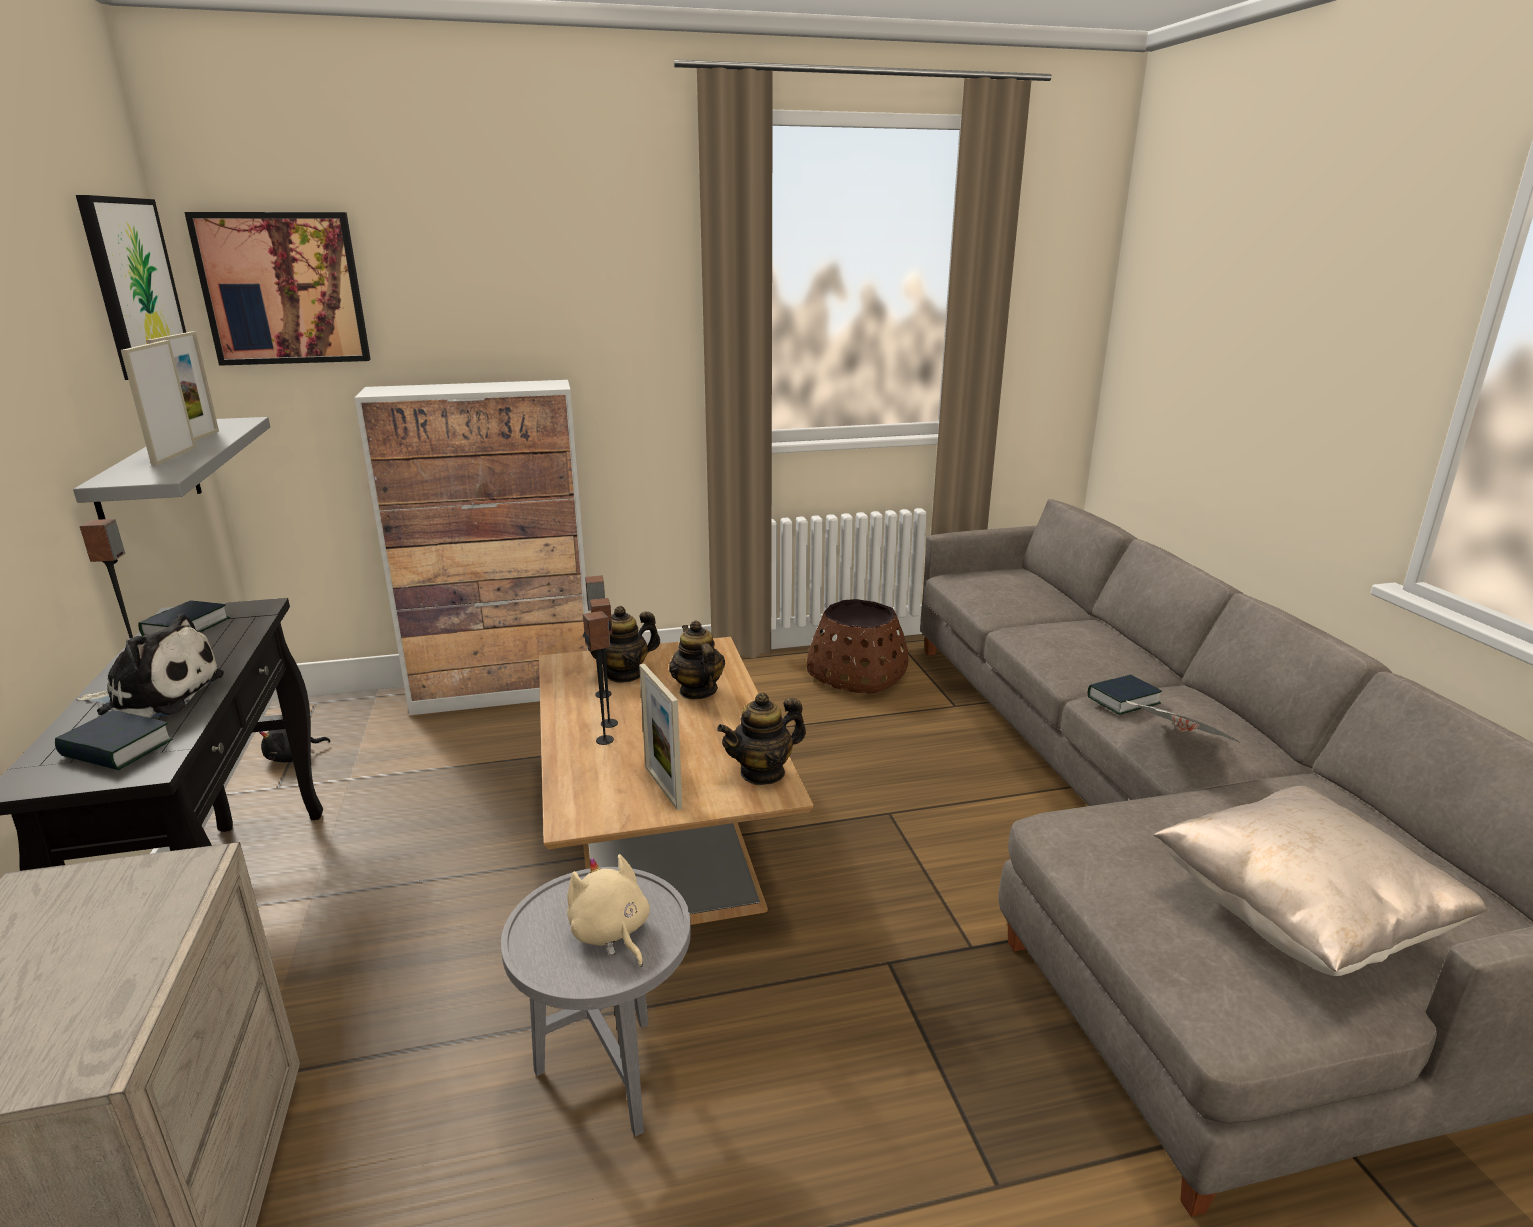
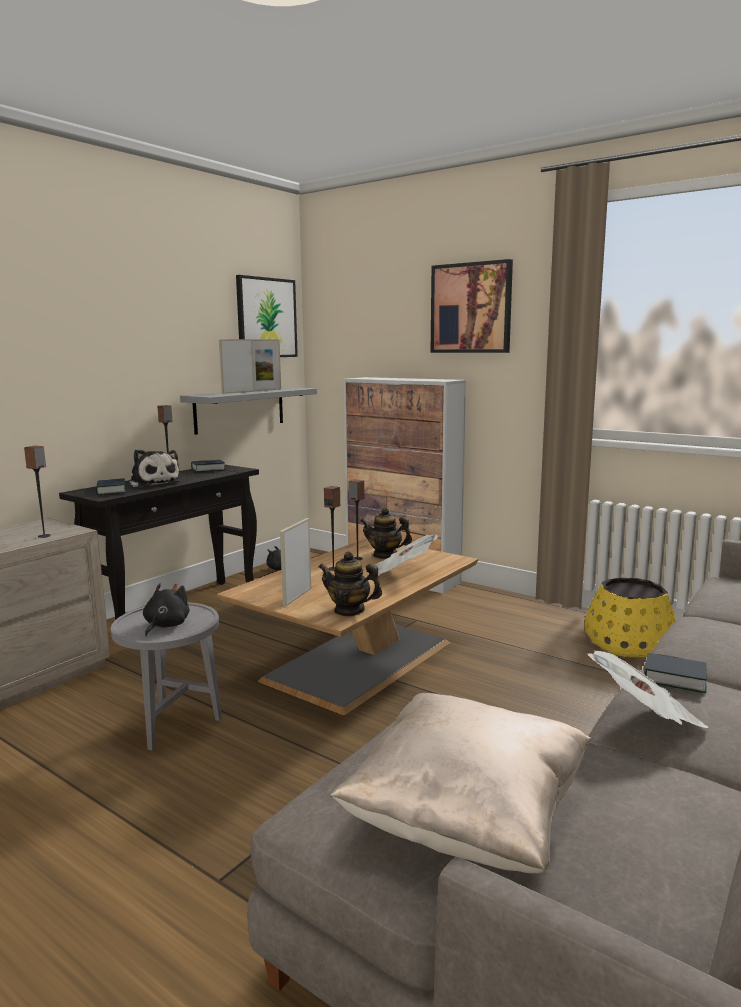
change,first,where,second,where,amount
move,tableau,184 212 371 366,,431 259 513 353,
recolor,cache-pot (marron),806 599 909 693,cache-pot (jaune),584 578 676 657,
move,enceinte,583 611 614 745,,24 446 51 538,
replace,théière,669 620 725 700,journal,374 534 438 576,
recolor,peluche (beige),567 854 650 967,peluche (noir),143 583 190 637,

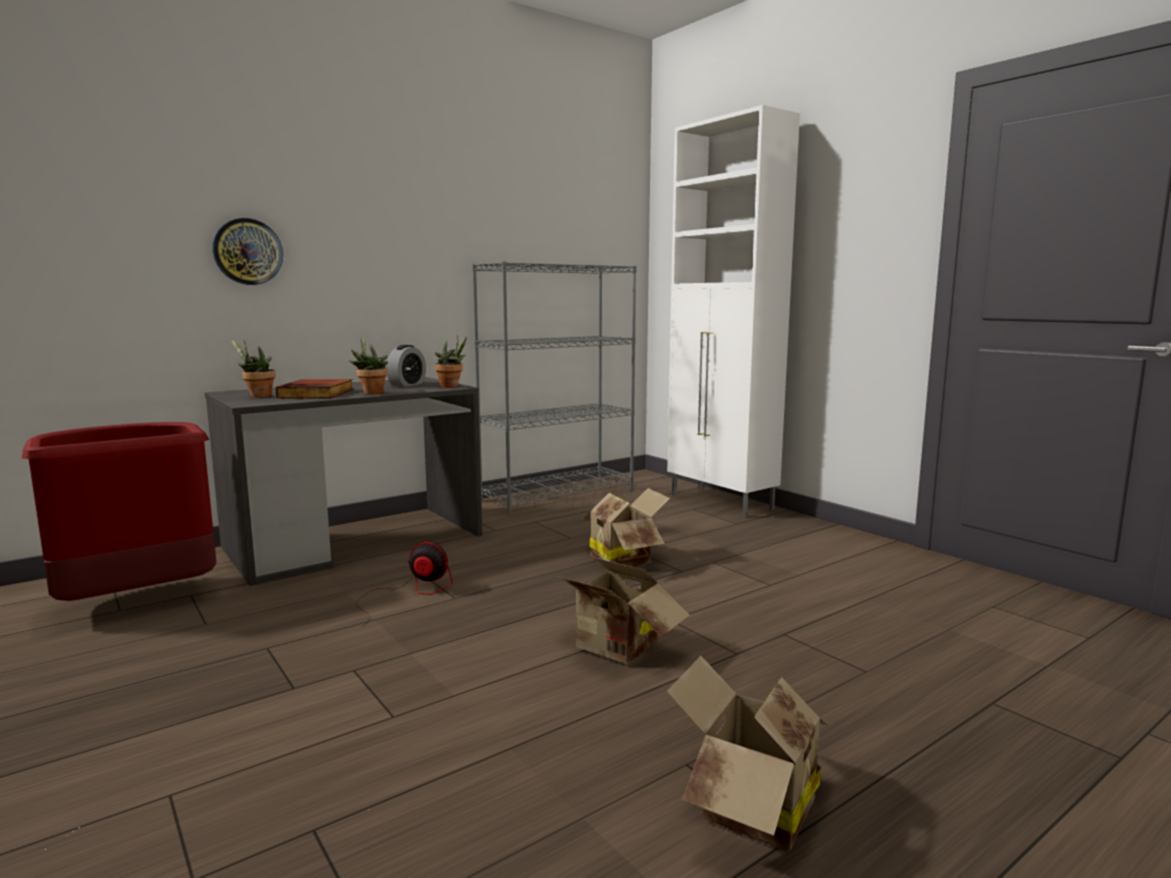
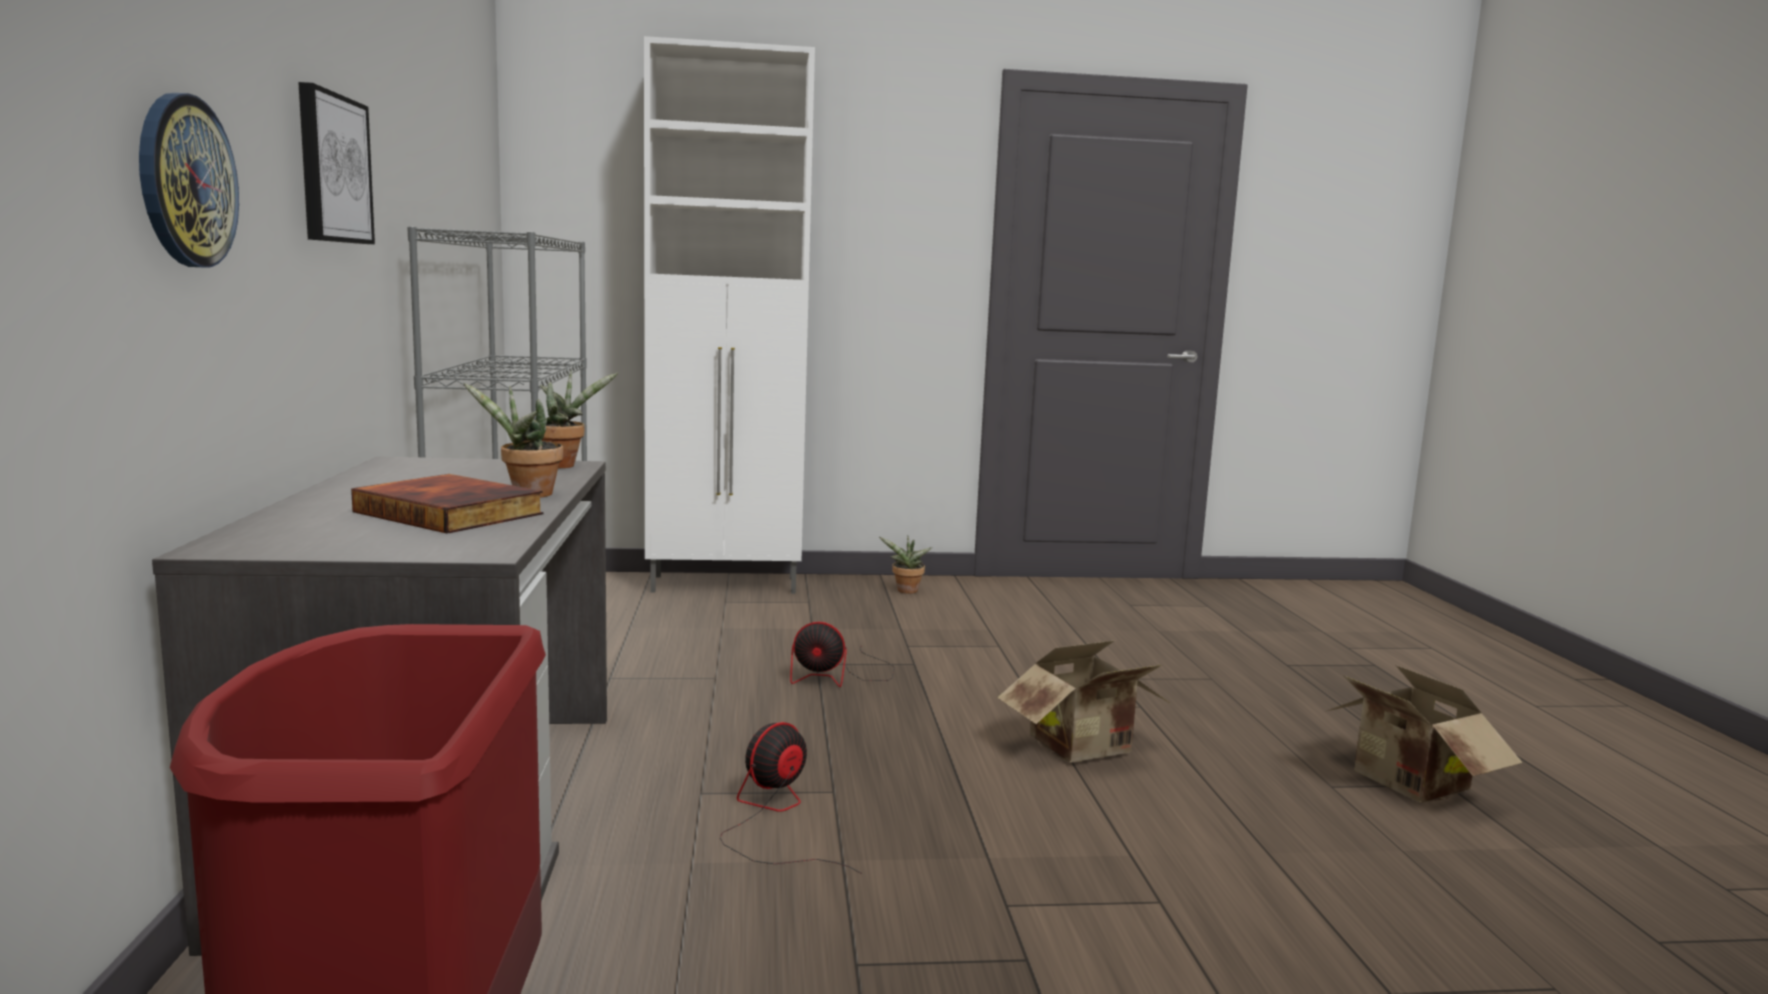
change,first,where,second,where,amount
move,plante en pot,231 339 276 397,,879 536 932 594,
delete,réveil,386 345 426 387,,,
replace,carton,580 488 670 567,ventilateur,790 622 895 687,
insert,,,tableau,298 82 375 244,

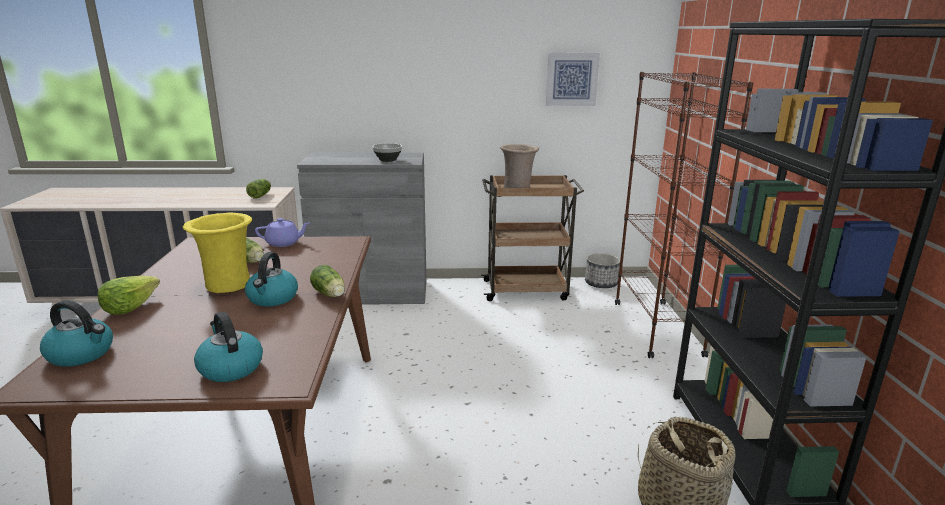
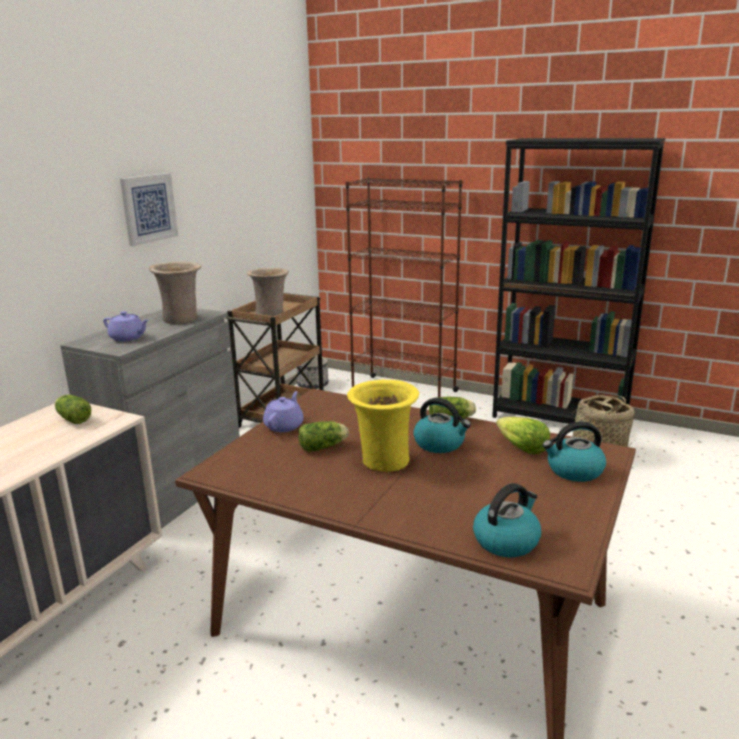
change,first,where,second,where,amount
move,tableau,545 52 600 106,,120 173 178 246,
replace,bol,372 143 402 162,vase (beige),149 261 202 324,
move,laitue,98 276 160 315,,496 417 550 454,
insert,,,théière (violet),103 311 149 342,

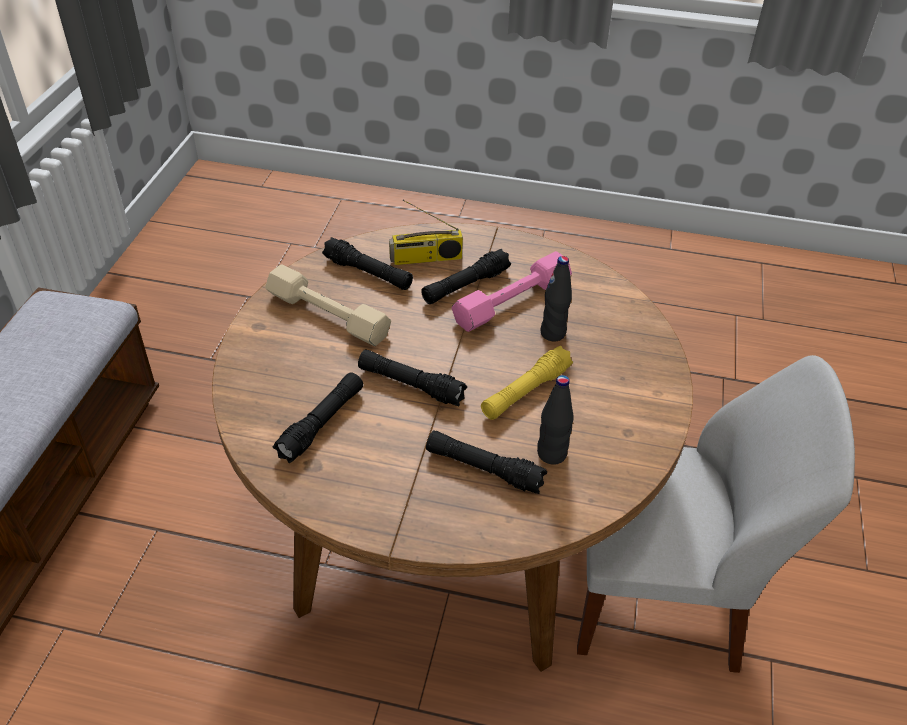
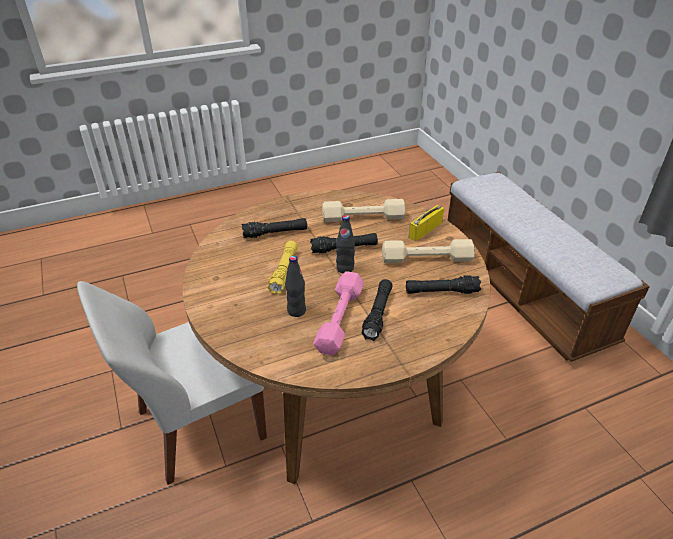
change,first,where,second,where,amount
move,radio,389 199 463 265,,408 186 444 242,
replace,lampe de poche (noir),273 372 363 463,haltère (beige),322 199 405 222,
move,bouteille (noir),537 375 574 465,,336 215 355 273,

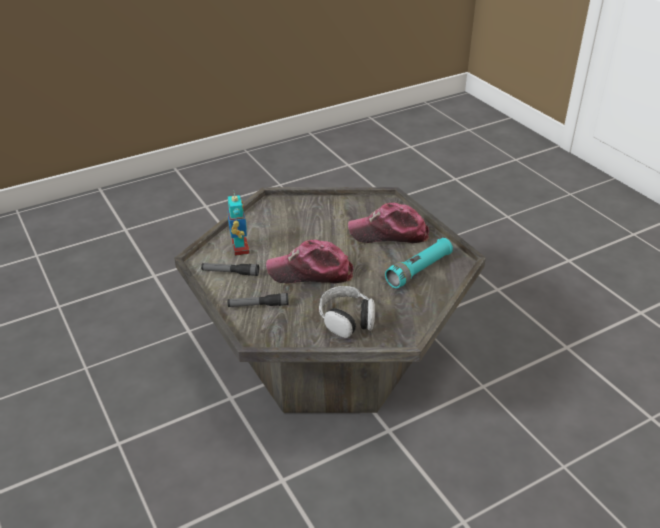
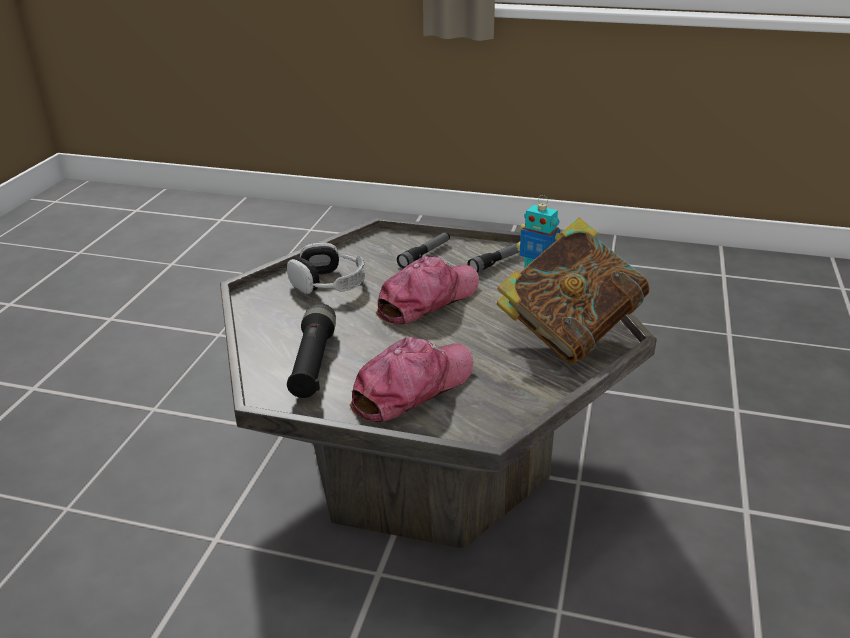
change,first,where,second,where,amount
recolor,lampe de poche (turquoise),385 238 453 288,lampe de poche (noir),287 303 336 398,
insert,,,livre,497 217 649 364,

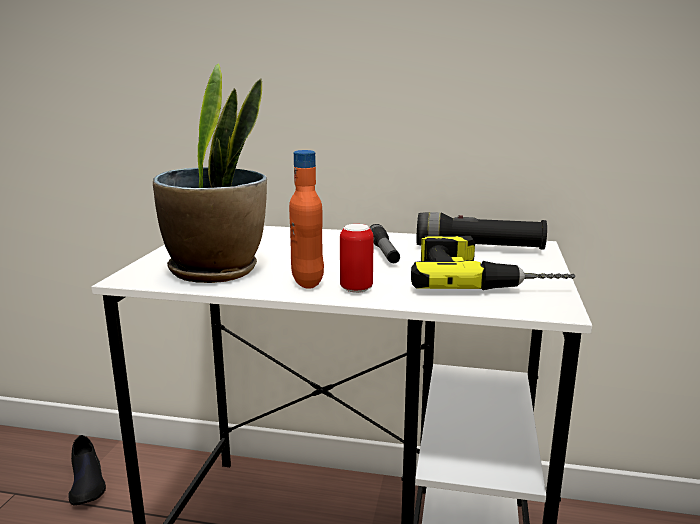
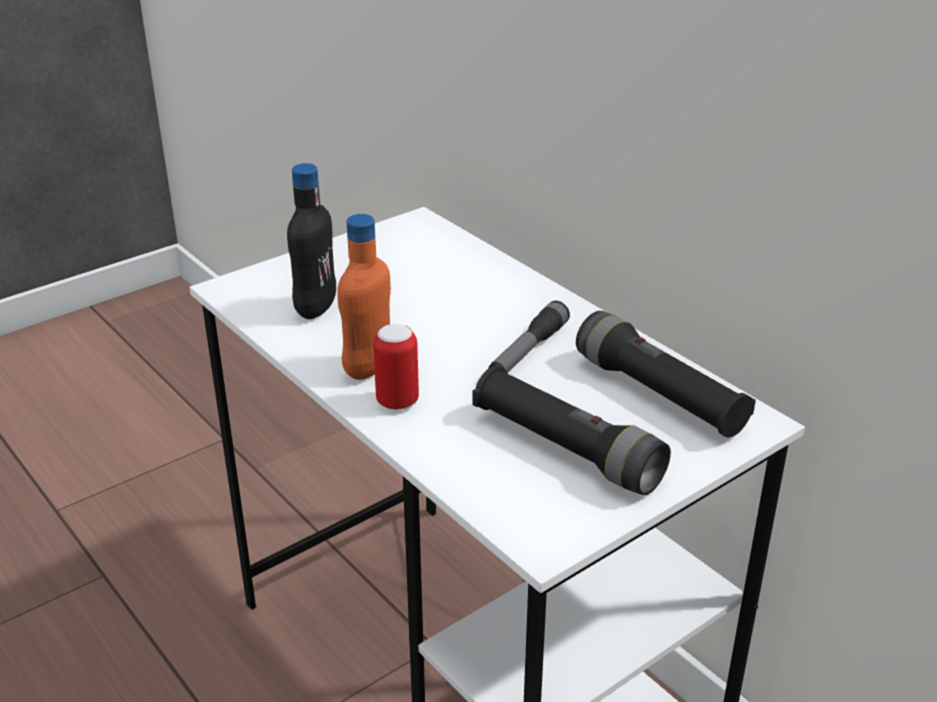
change,first,where,second,where,amount
replace,plante en pot,153 63 267 283,bouteille (noir),287 163 336 319,
replace,perceuse,411 236 576 290,lampe de poche (noir),472 366 671 495,
delete,chaussure (noir),68 435 106 505,,,

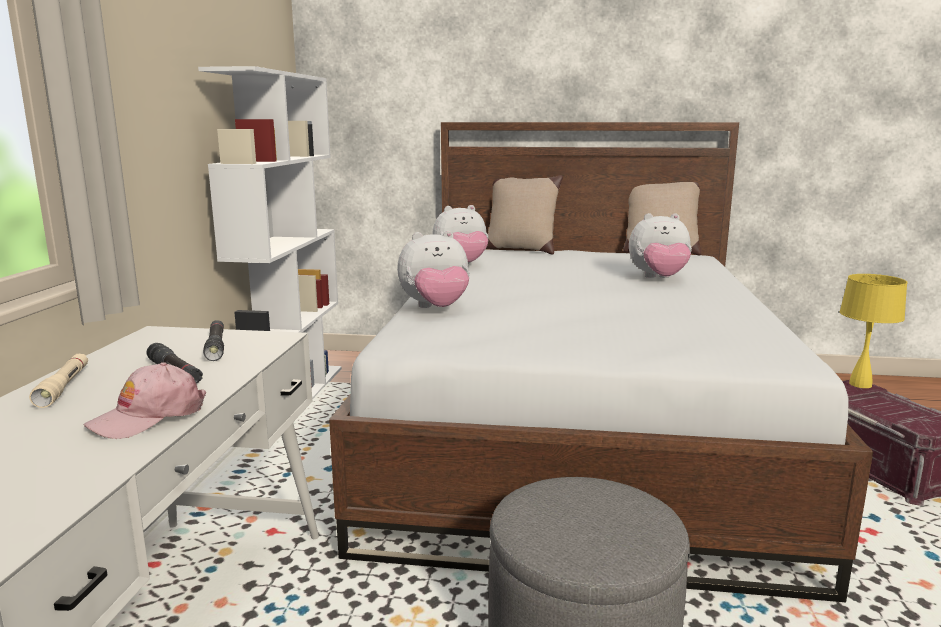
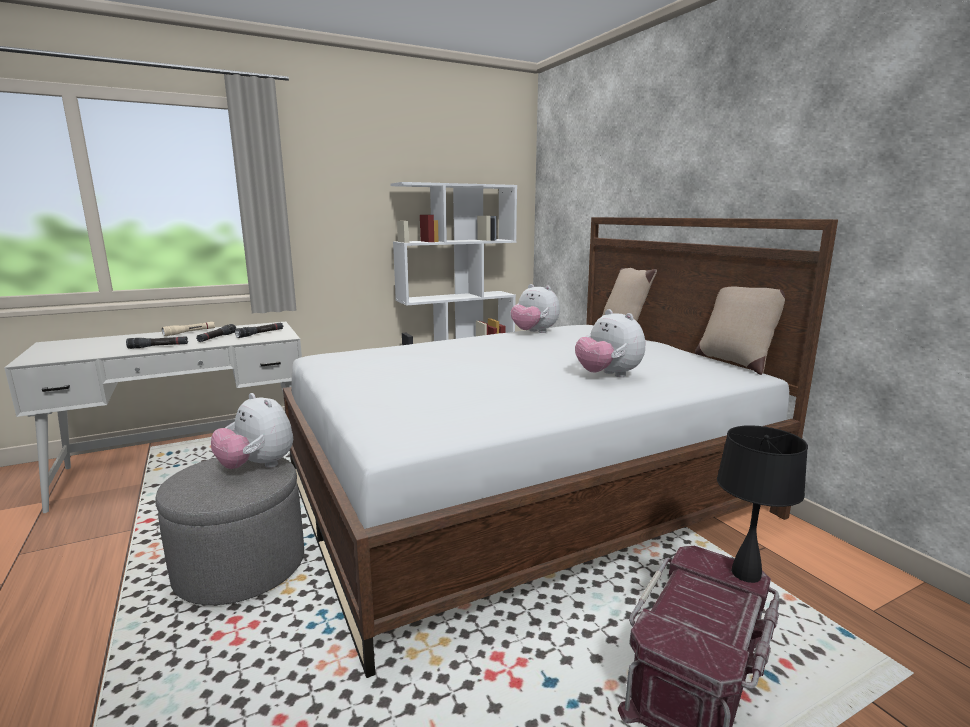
change,first,where,second,where,amount
move,peluche,397 231 470 308,,211 393 293 469,
recolor,lampe de table (jaune),840 274 907 388,lampe de table (noir),717 425 808 583,
replace,casquette (rose),84 362 206 439,lampe de poche (noir),126 336 188 349,

